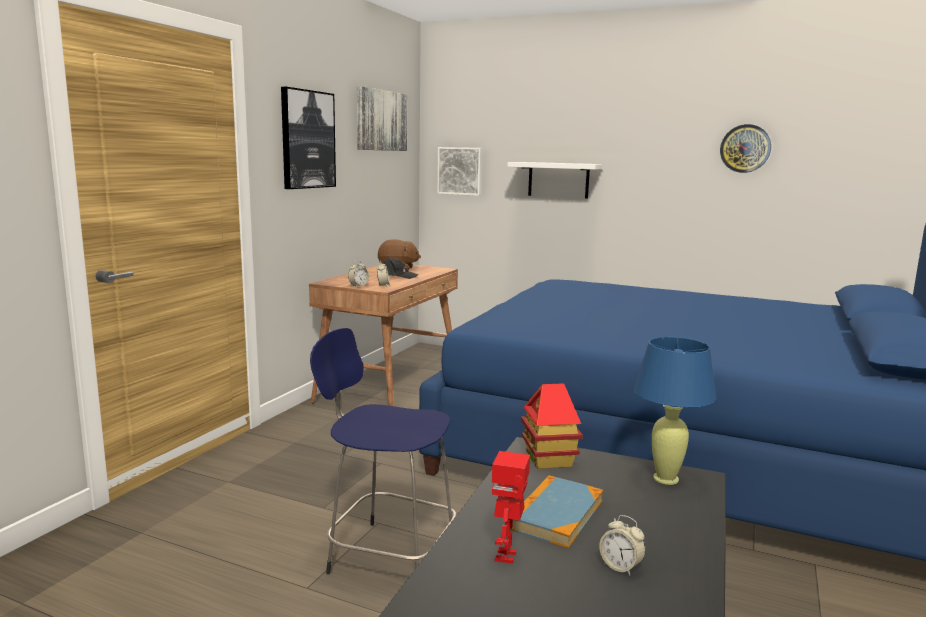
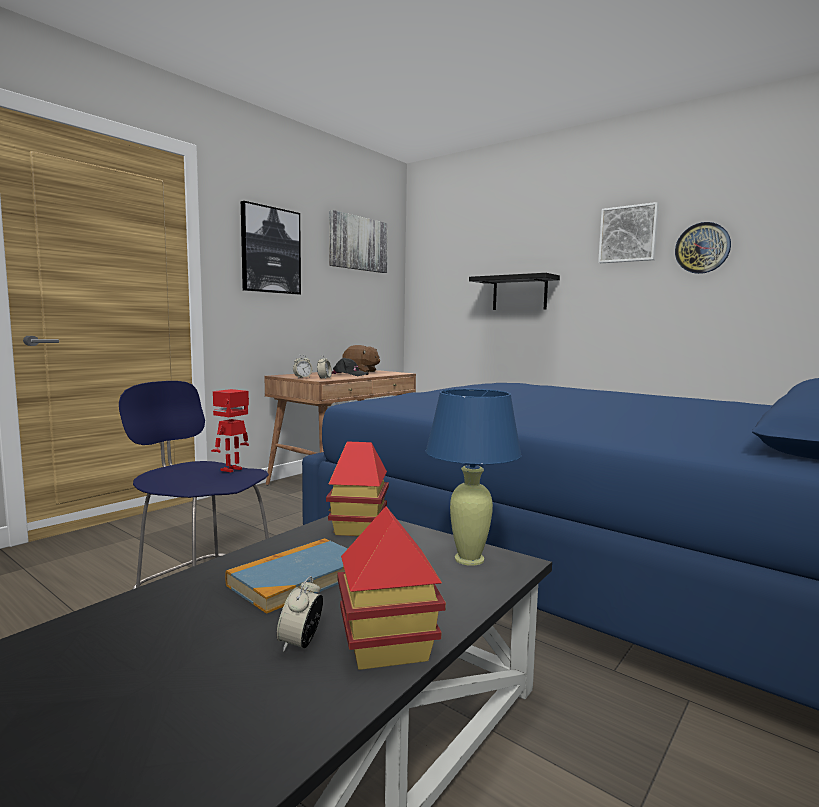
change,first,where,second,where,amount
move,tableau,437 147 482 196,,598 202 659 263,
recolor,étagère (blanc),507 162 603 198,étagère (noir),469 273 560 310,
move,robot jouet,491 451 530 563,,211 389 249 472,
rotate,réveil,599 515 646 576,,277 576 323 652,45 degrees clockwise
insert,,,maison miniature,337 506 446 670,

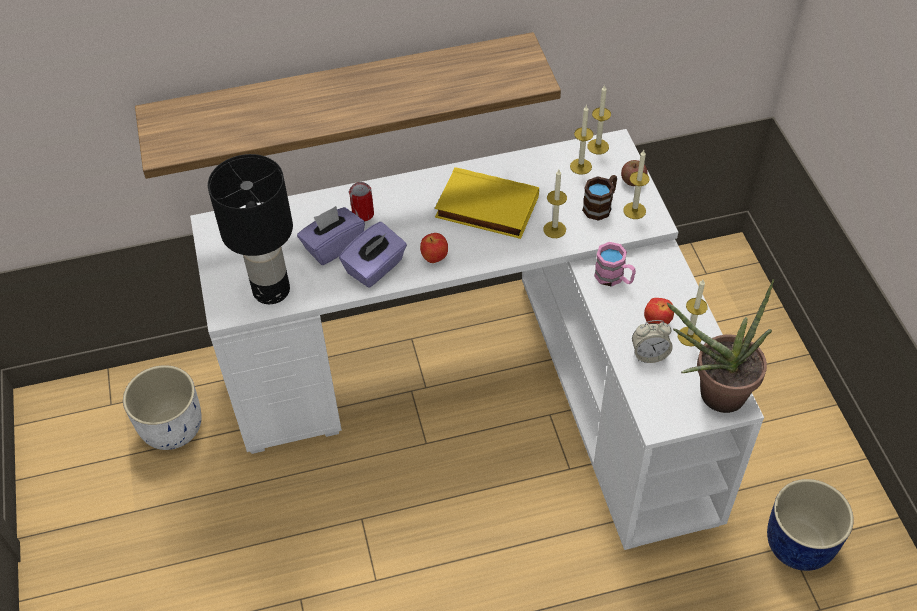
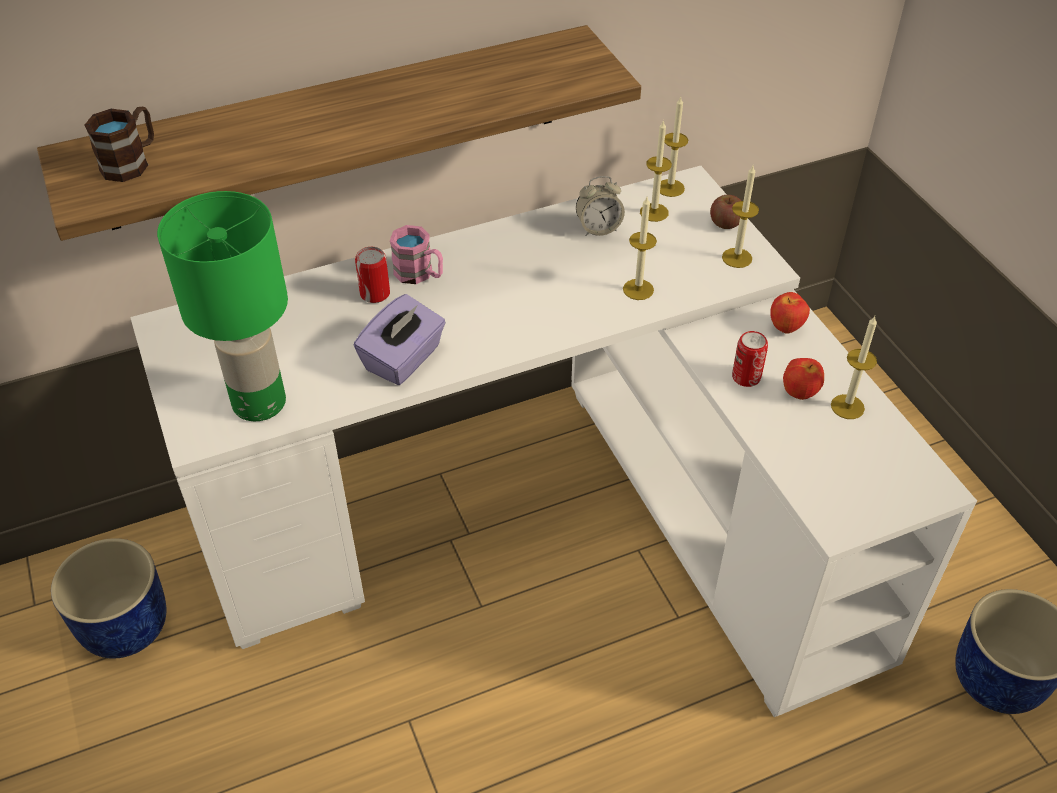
change,first,where,second,where,amount
recolor,lampe de table (noir),208 154 293 304,lampe de table (vert),157 191 288 421,
delete,livre (jaune),435 167 539 239,,,
move,mug (marron),582 175 617 221,,85 107 154 182,
delete,boîte à mouchoirs (violet),297 206 365 265,,,
move,pomme,420 233 448 263,,770 292 810 334,
move,mug (rose),594 242 636 287,,390 225 443 284,
delete,plante en pot,666 279 774 413,,,
move,réveil,632 320 673 363,,576 176 625 236,
recolor,cache-pot (blanc),123 365 202 450,cache-pot (bleu),51 538 166 659,
insert,,,boîte métallique,732 331 768 387,

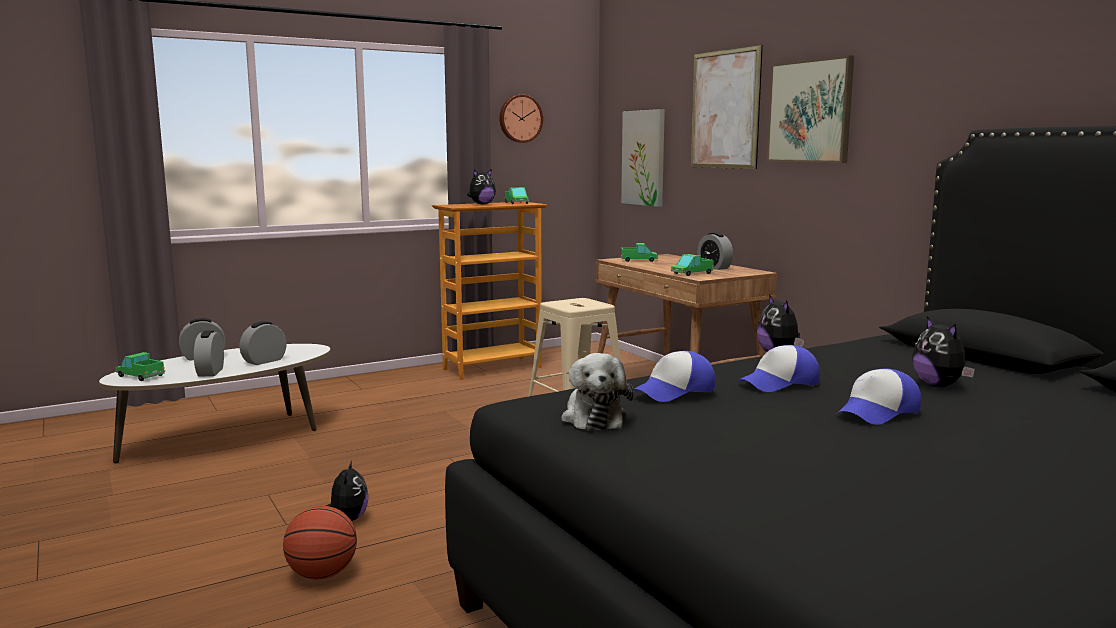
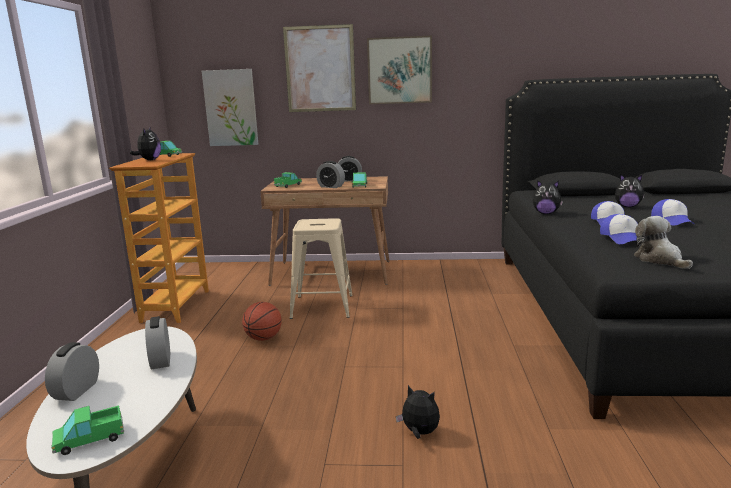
change,first,where,second,where,amount
delete,horloge murale,499 95 543 143,,,
move,réveil,194 330 224 377,,316 161 345 188,
rotate,peluche,561 353 634 430,,634 216 693 269,135 degrees counterclockwise
move,ballon de basket,283 506 357 580,,242 302 282 341,

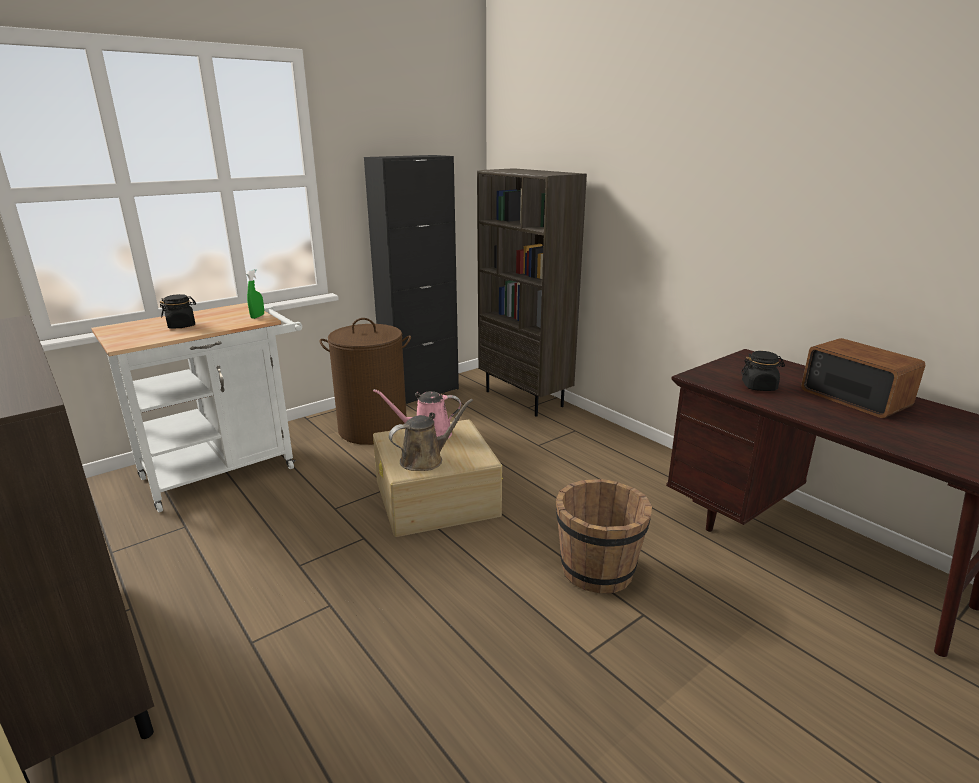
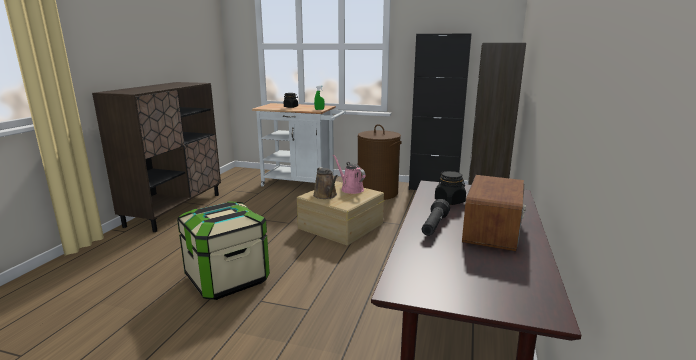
change,first,where,second,where,amount
rotate,arrosoir (marron),389 399 473 471,,313 167 338 199,45 degrees clockwise
delete,seau (marron),556 479 652 594,,,
insert,,,lampe de poche (noir),422 199 450 236,
insert,,,boîte de rangement,177 201 270 300,

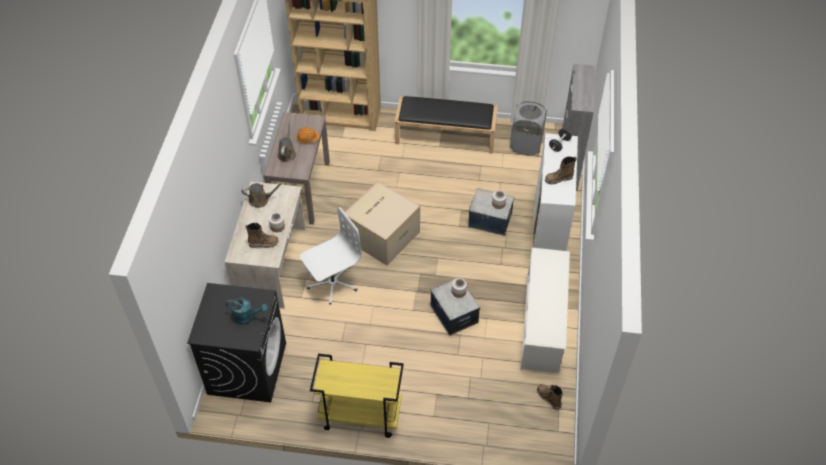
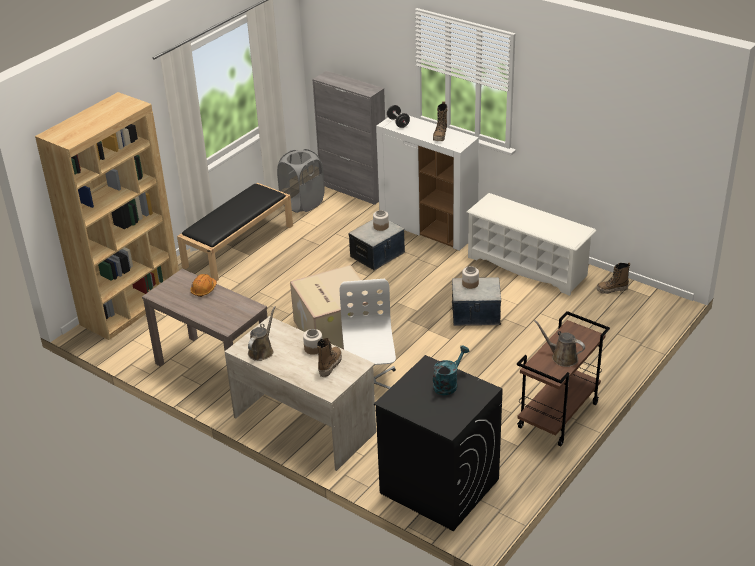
change,first,where,second,where,amount
move,arrosoir (marron),277 120 296 162,,534 320 585 367,
recolor,chariot (jaune),310 353 404 438,chariot (marron),517 311 610 446,

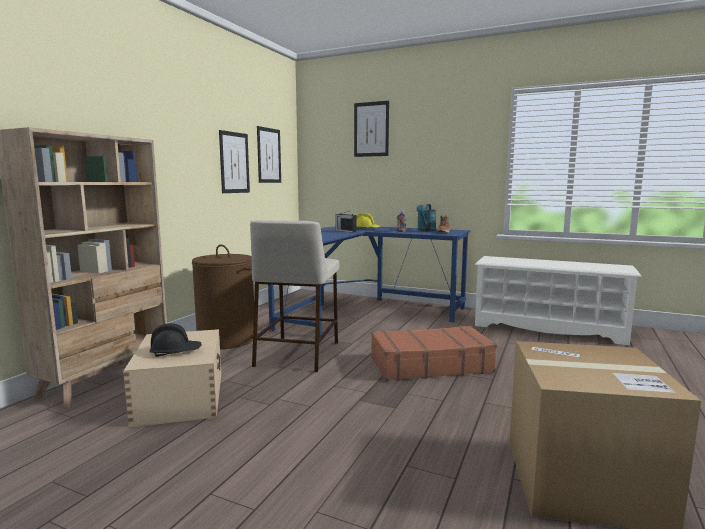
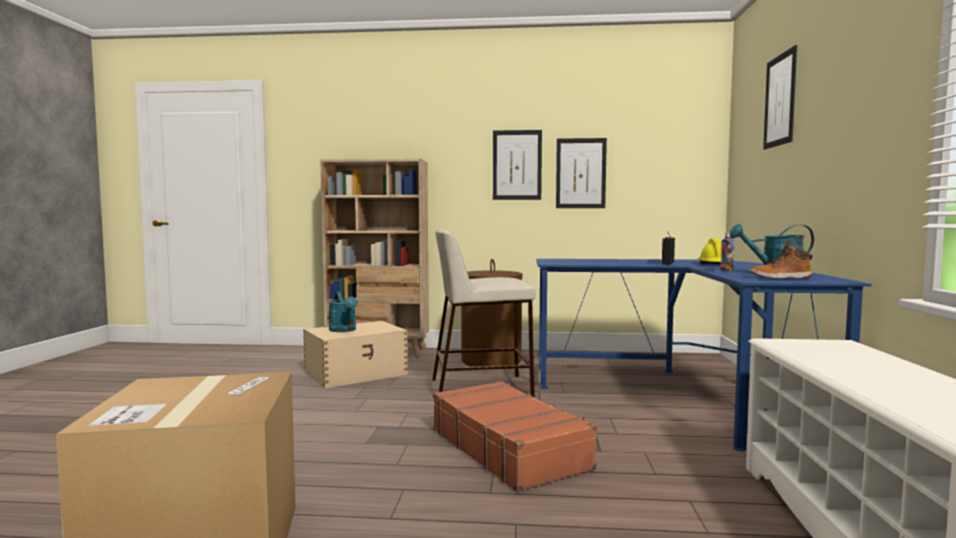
change,first,where,second,where,amount
move,tableau,257 126 281 183,,493 130 542 200,
replace,casque de chantier (noir),150 323 201 357,arrosoir (turquoise),329 292 358 332,

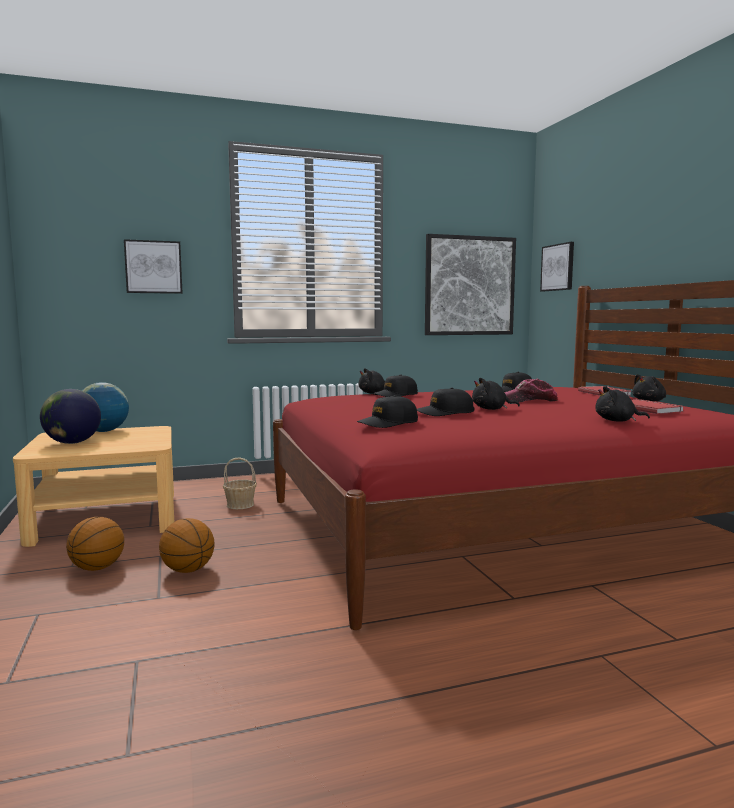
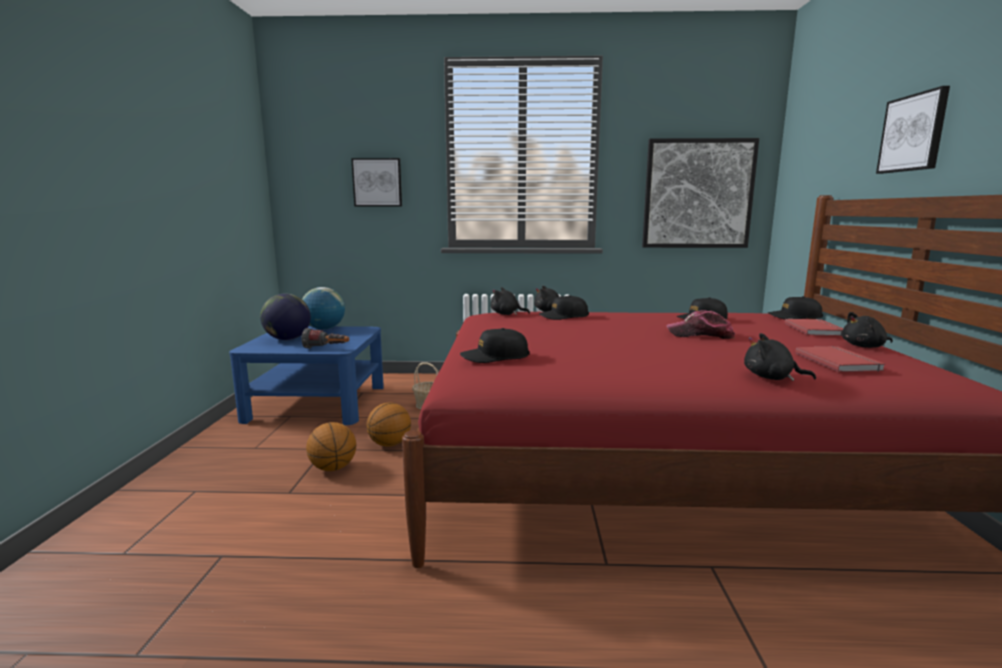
change,first,where,second,where,amount
move,tableau,540 242 574 291,,876 86 950 174,
move,peluche (noir),472 378 520 410,,491 287 530 315,
move,casquette (noir),417 387 474 416,,768 296 823 319,
recolor,table basse (beige),13 426 174 547,table basse (bleu),229 326 384 425,
move,ballon de basket,66 517 124 571,,367 403 411 446,
insert,,,lampe de poche,302 328 349 349,

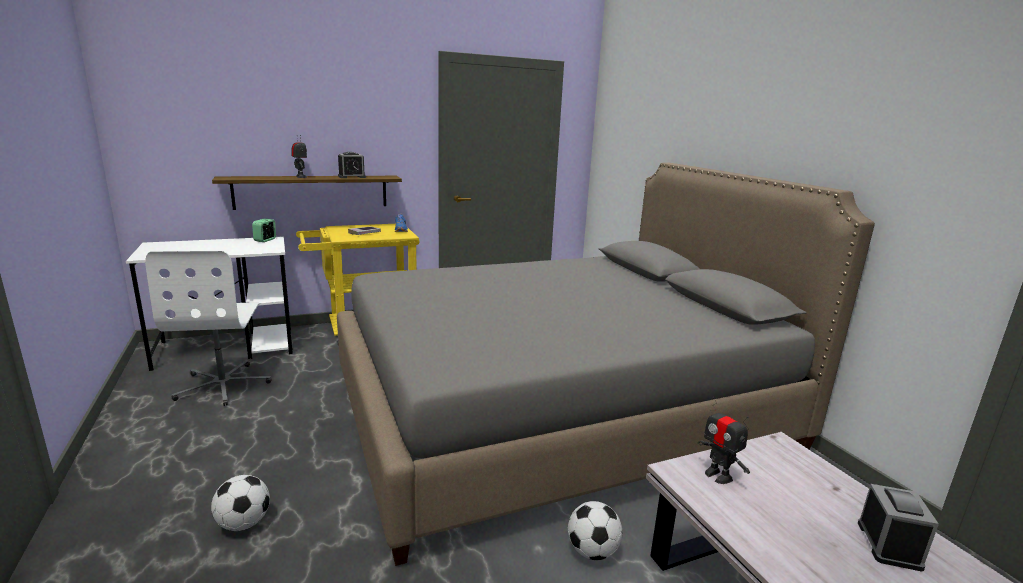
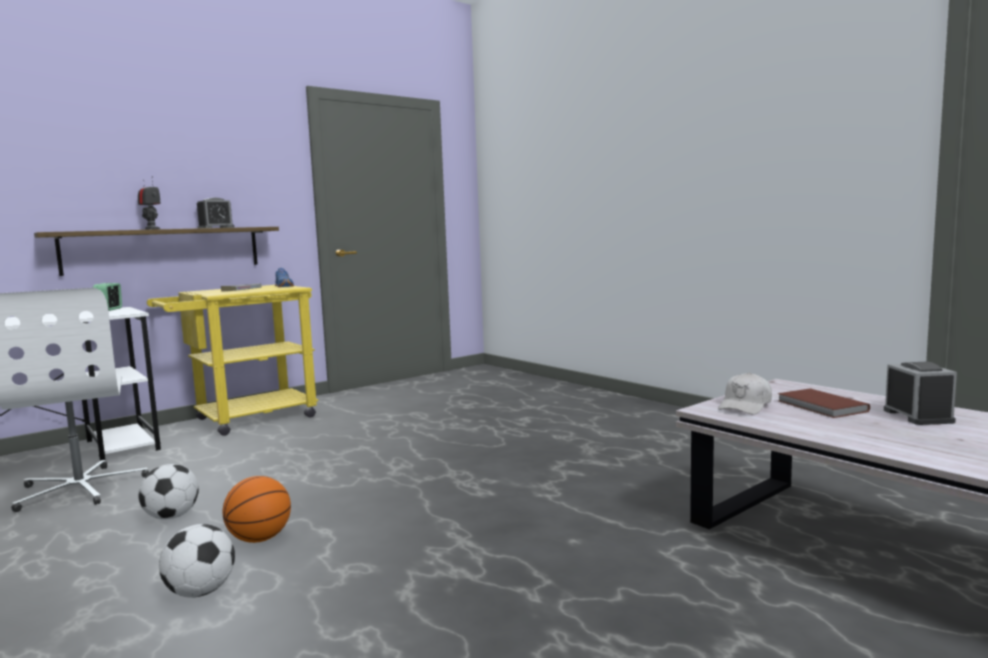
change,first,where,second,where,amount
delete,lit (gris),337 162 875 566,,,
replace,robot jouet,698 397 750 484,casquette (blanc),718 373 772 415,
move,ballon de foot,568 501 623 560,,138 464 199 520,
insert,,,livre (marron),778 388 870 418,
insert,,,ballon de basket,223 476 291 543,

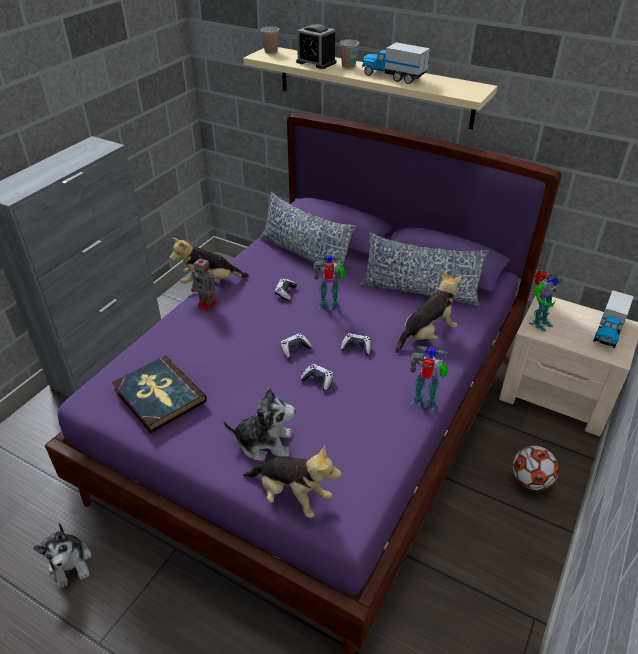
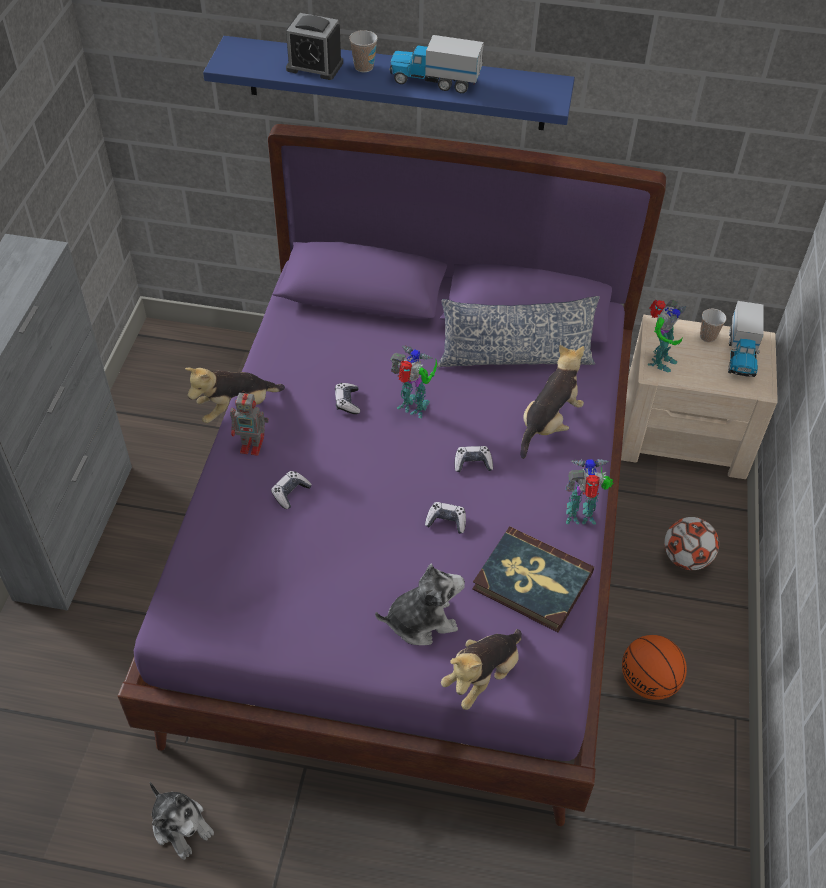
change,first,where,second,where,amount
move,tasse,261 27 279 54,,700 309 726 342,
recolor,étagère (beige),243 47 498 129,étagère (bleu),203 36 575 130,
delete,coussin,260 192 356 278,,,
rotate,robot jouet,314 255 346 310,,390 346 437 418,45 degrees clockwise
move,manette,281 333 312 359,,271 471 312 509,
move,livre,112 355 207 433,,472 527 594 632,
rotate,peluche,243 444 342 518,,441 629 522 710,120 degrees clockwise
insert,,,ballon de basket,622 635 687 700,

